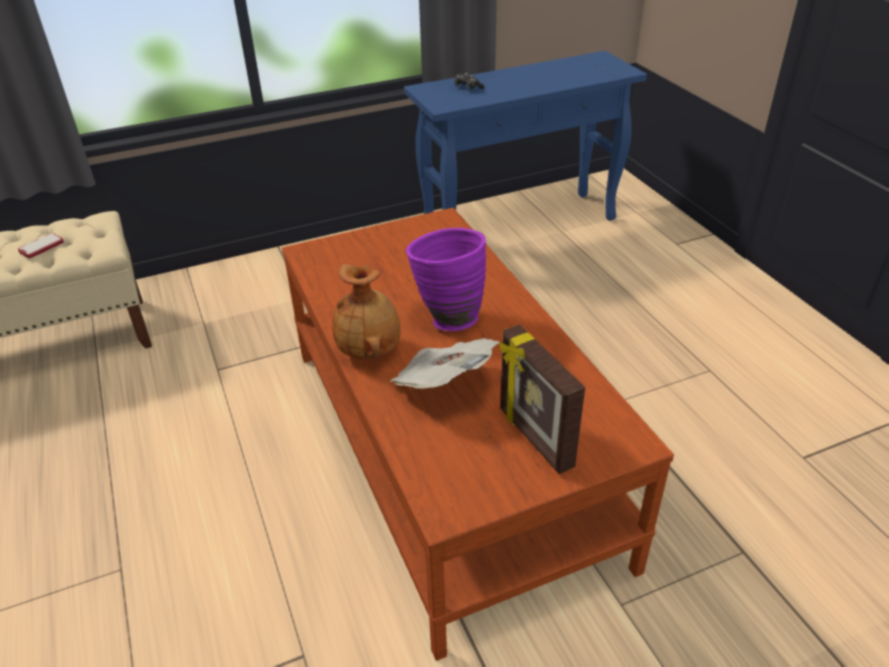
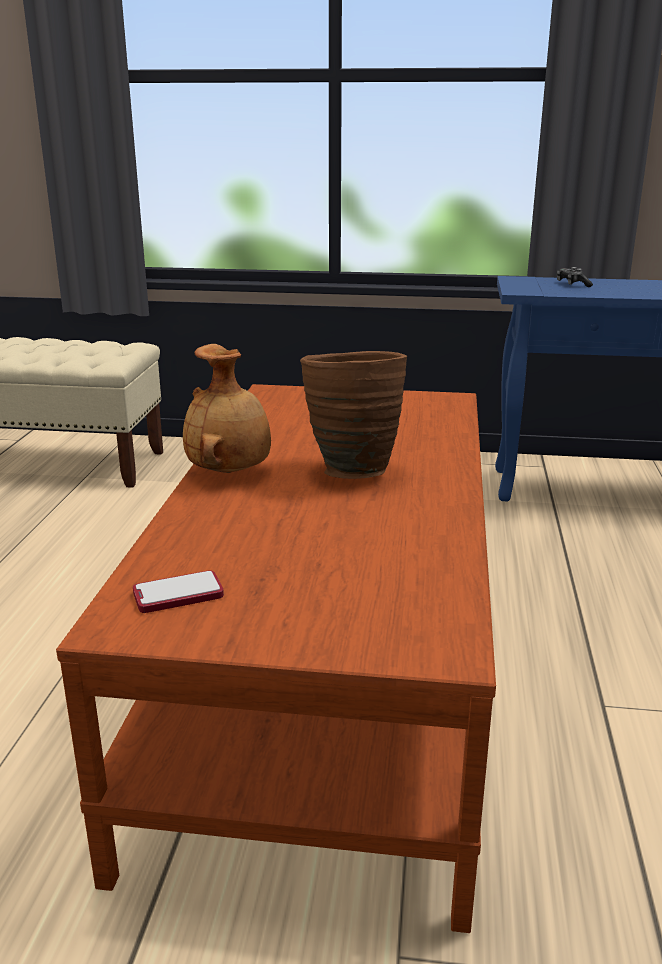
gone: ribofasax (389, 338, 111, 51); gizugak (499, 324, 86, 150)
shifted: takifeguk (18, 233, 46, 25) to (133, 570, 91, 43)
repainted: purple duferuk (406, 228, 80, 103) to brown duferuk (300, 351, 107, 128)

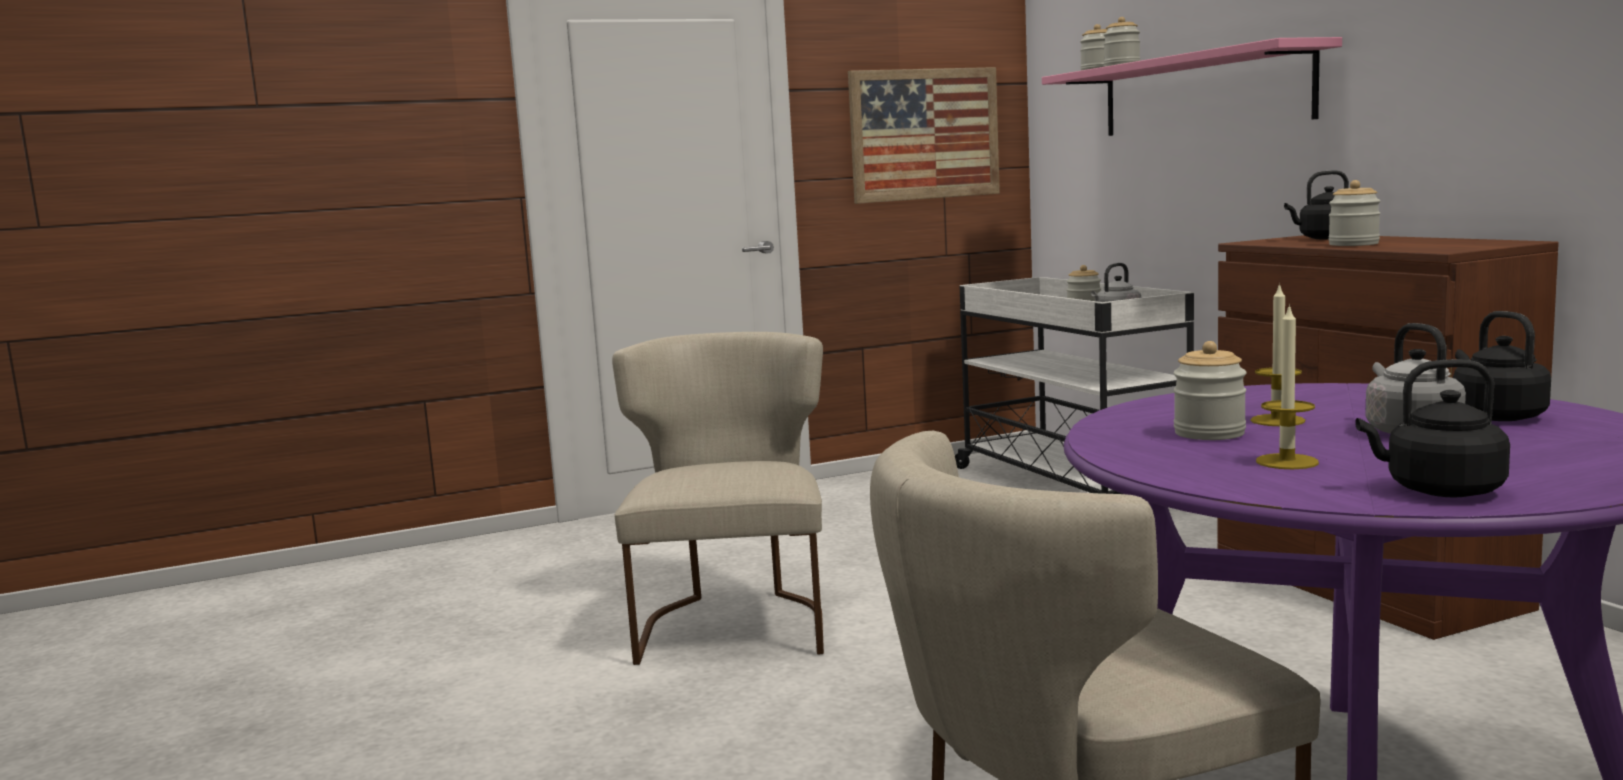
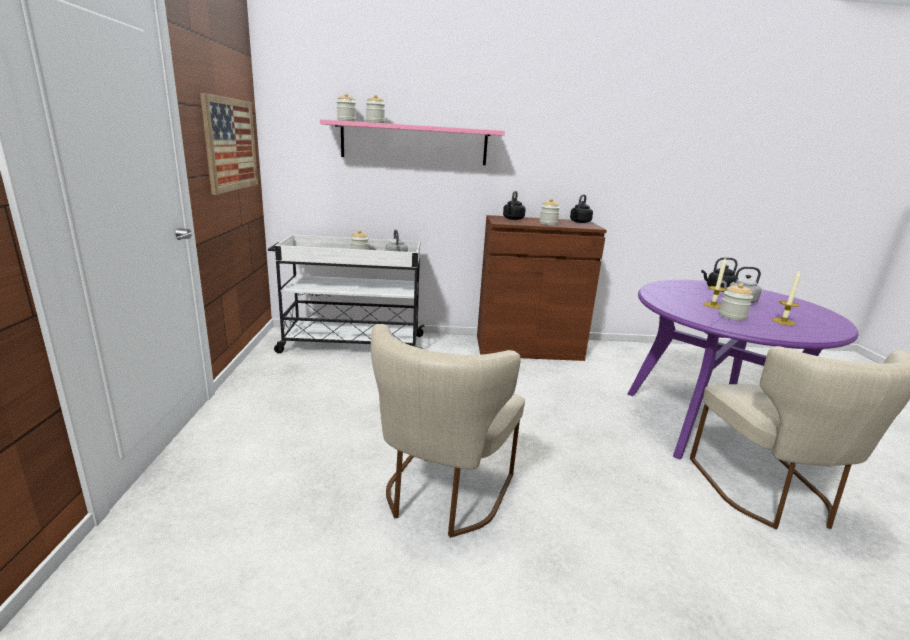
shifted: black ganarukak (1355, 359, 155, 138) to (570, 194, 23, 29)
rotated: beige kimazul (612, 332, 212, 333) = (371, 324, 154, 214) 90 degrees counterclockwise

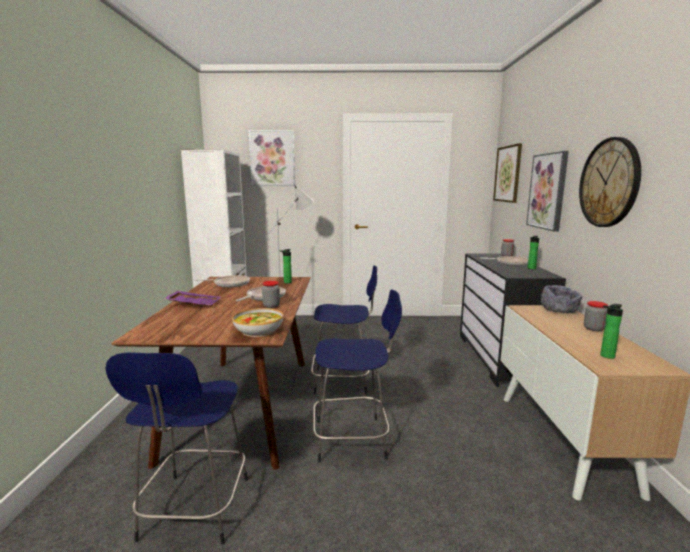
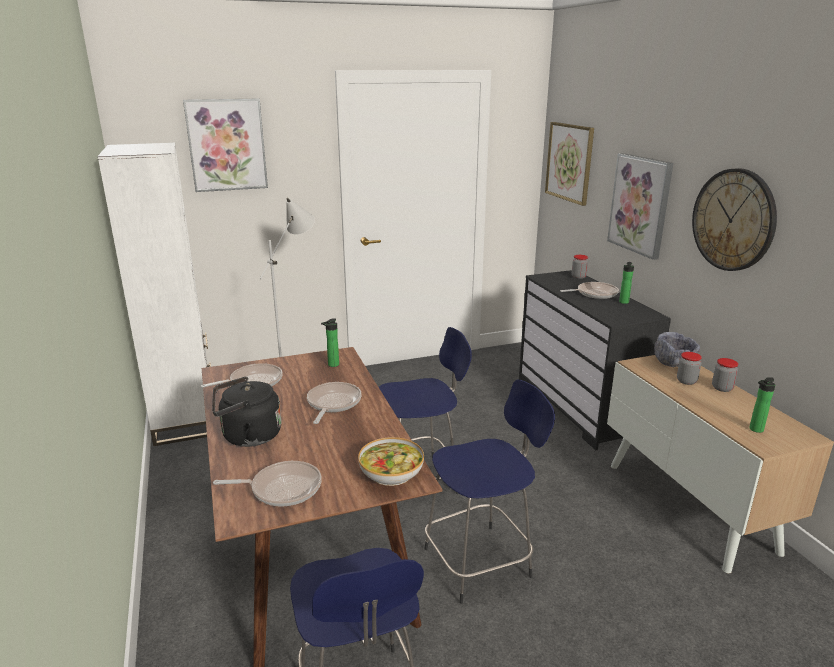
new: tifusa (213, 461, 109, 45)
shifted: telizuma (262, 281, 18, 27) to (677, 352, 25, 33)
swapped: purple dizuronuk (164, 291, 57, 16) to black ganarukak (212, 376, 70, 71)

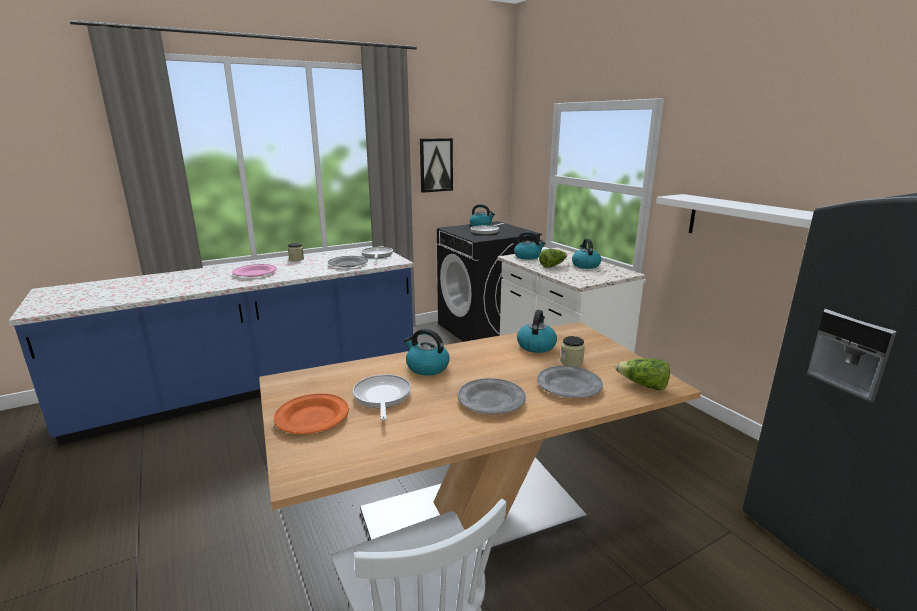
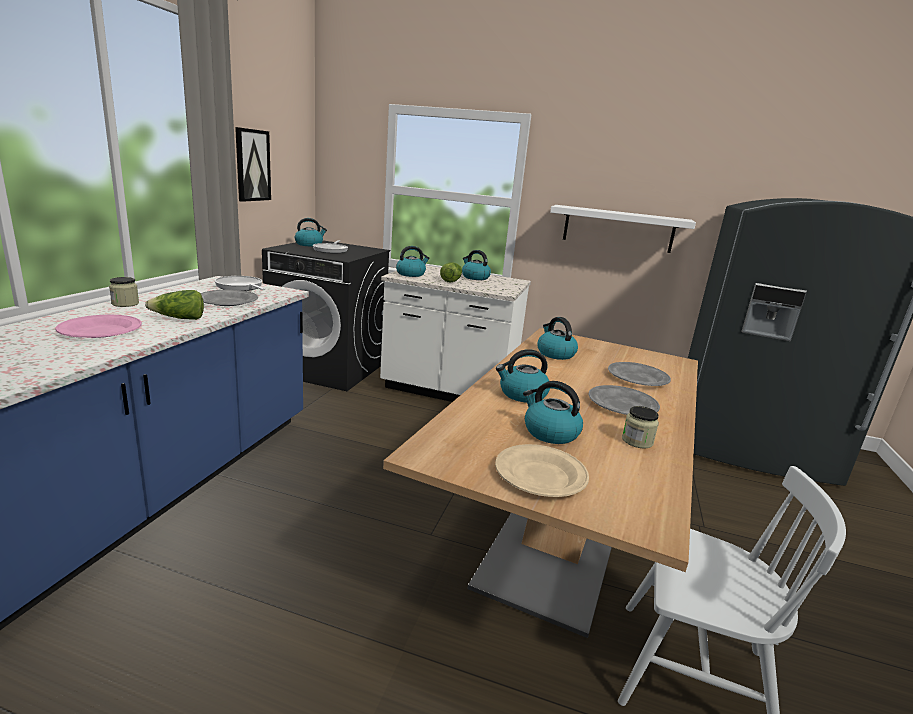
shifted: telizuma (560, 336, 25, 31) to (622, 406, 37, 43); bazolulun (615, 359, 55, 32) to (145, 290, 59, 30)
swapped: tifusa (353, 374, 58, 46) to ganarukak (523, 381, 60, 63)
repainted: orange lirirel (274, 394, 75, 40) to beige lirirel (495, 444, 94, 53)

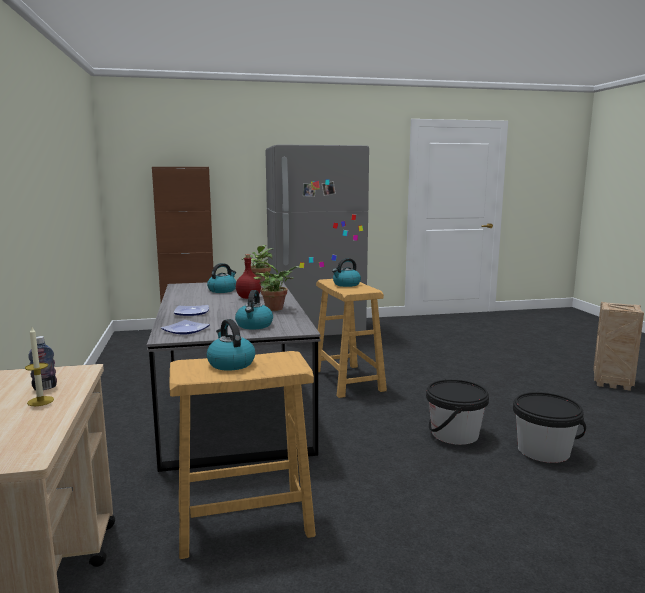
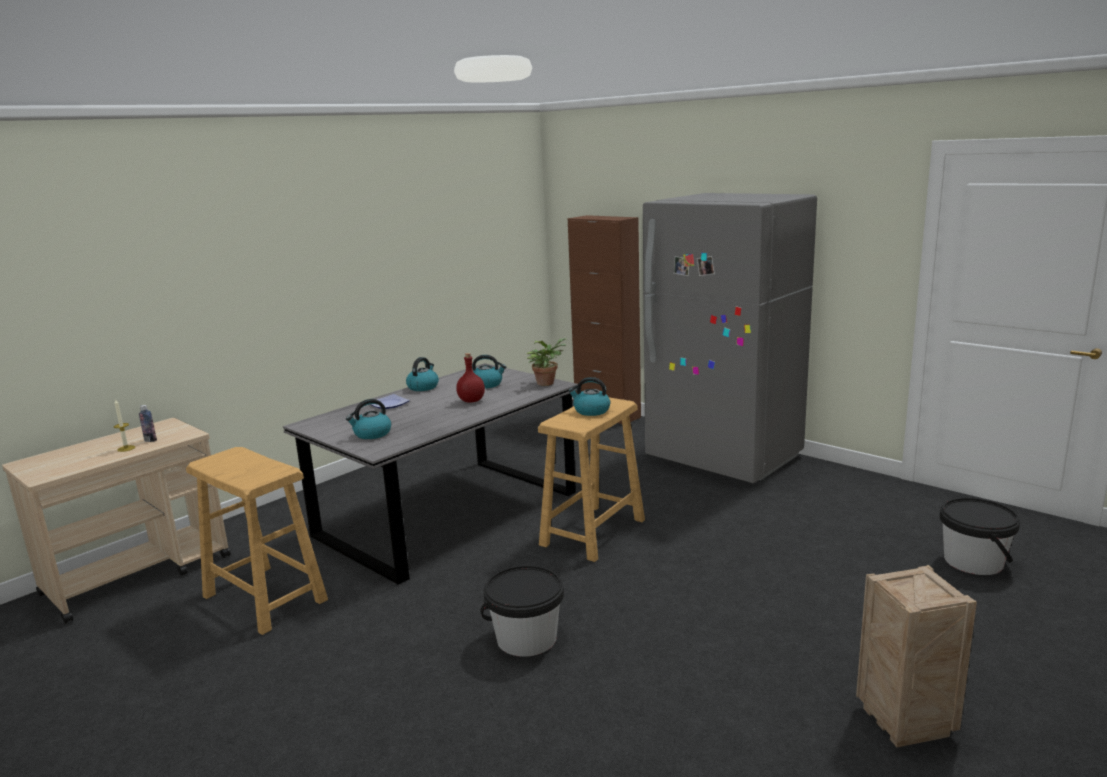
gone: lirirel (161, 320, 49, 15); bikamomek (254, 262, 46, 49)
shifted: ganarukak (206, 319, 49, 52) to (406, 357, 33, 34); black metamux (513, 392, 73, 71) to (939, 498, 81, 77)

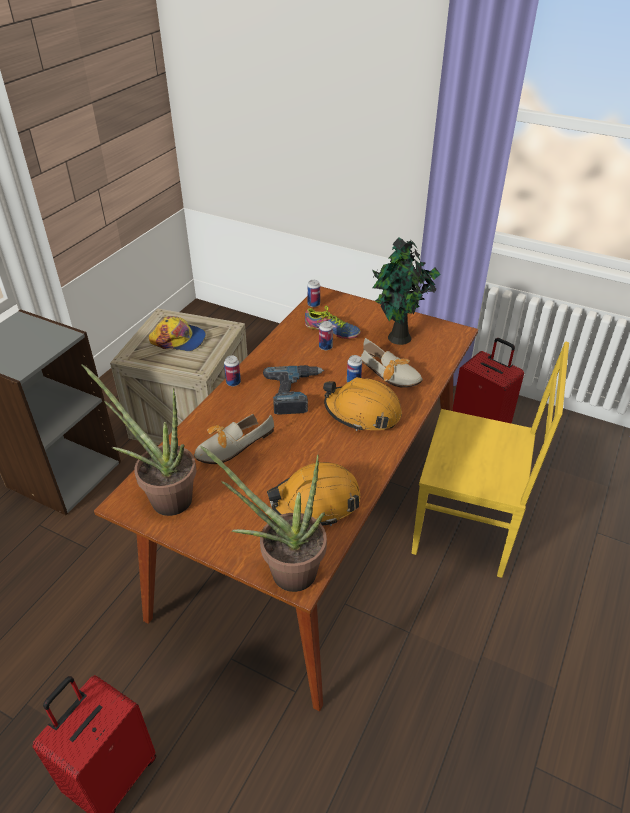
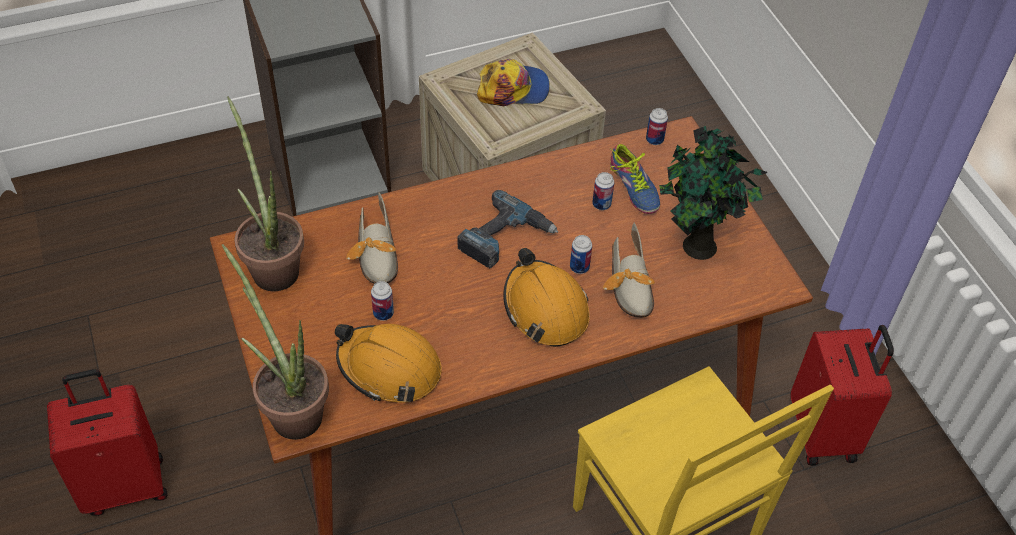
shifted: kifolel (224, 356, 17, 30) to (371, 281, 23, 40)
rotated: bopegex (149, 316, 57, 35) = (477, 59, 73, 47) 60 degrees counterclockwise; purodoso (194, 414, 80, 50) = (346, 192, 52, 92) 105 degrees counterclockwise

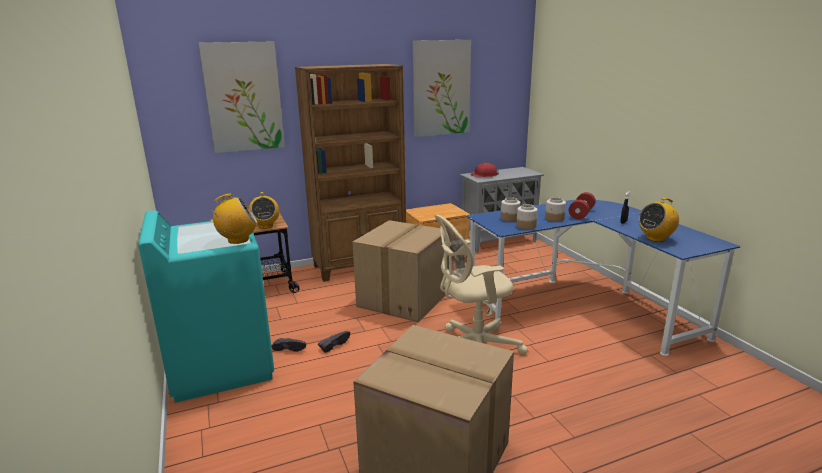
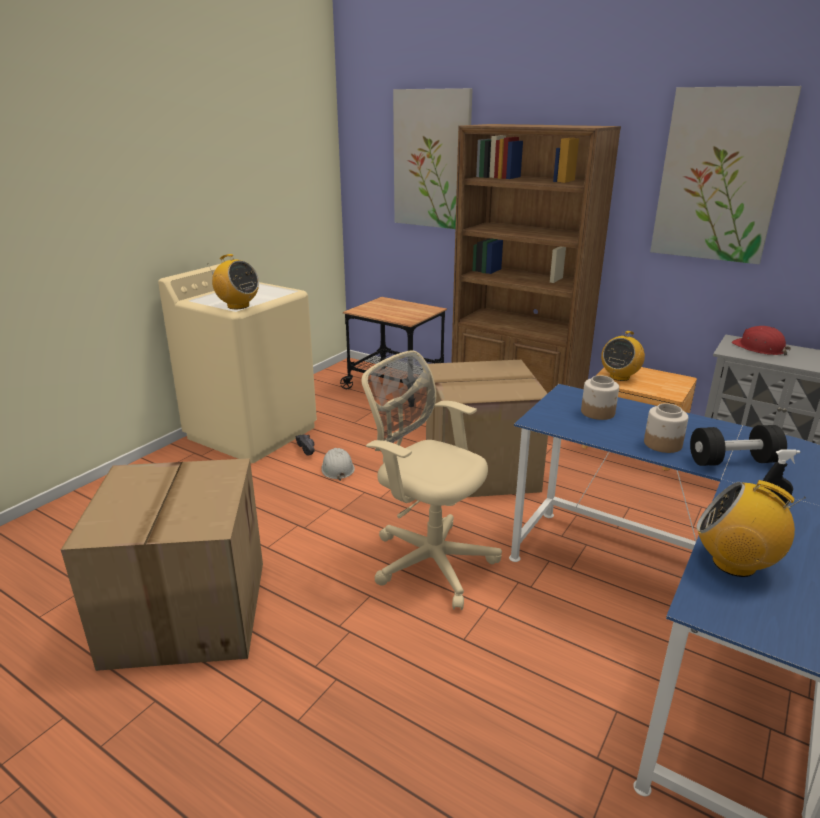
gone: telizuma (516, 204, 22, 26)
shifted: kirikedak (249, 192, 30, 37) to (601, 331, 44, 50)
swapped: black purodoso (318, 331, 32, 22) to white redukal (321, 448, 34, 33)
repainted: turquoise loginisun (138, 210, 136, 193) to beige loginisun (158, 264, 159, 199); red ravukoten (569, 192, 27, 27) to black ravukoten (690, 425, 97, 41)

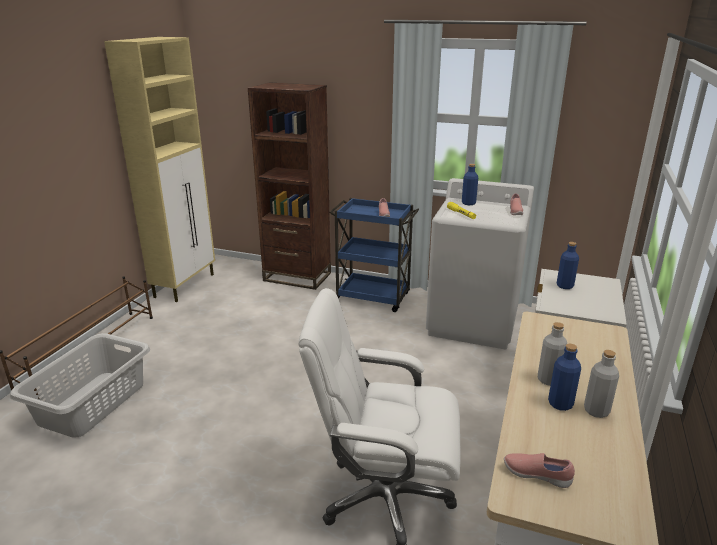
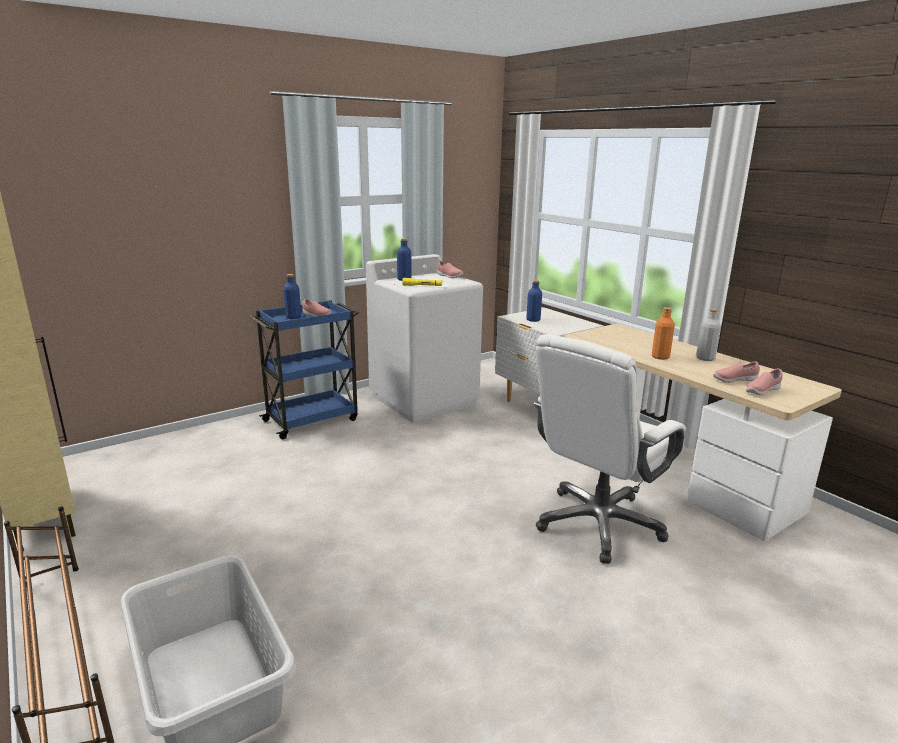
gone: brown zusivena (248, 82, 83, 208)
new: pink purodoso (713, 361, 47, 22)
shifted: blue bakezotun (548, 344, 33, 67) to (283, 274, 18, 45)
repainted: grey bakezotun (538, 322, 29, 64) to orange bakezotun (652, 307, 23, 53)

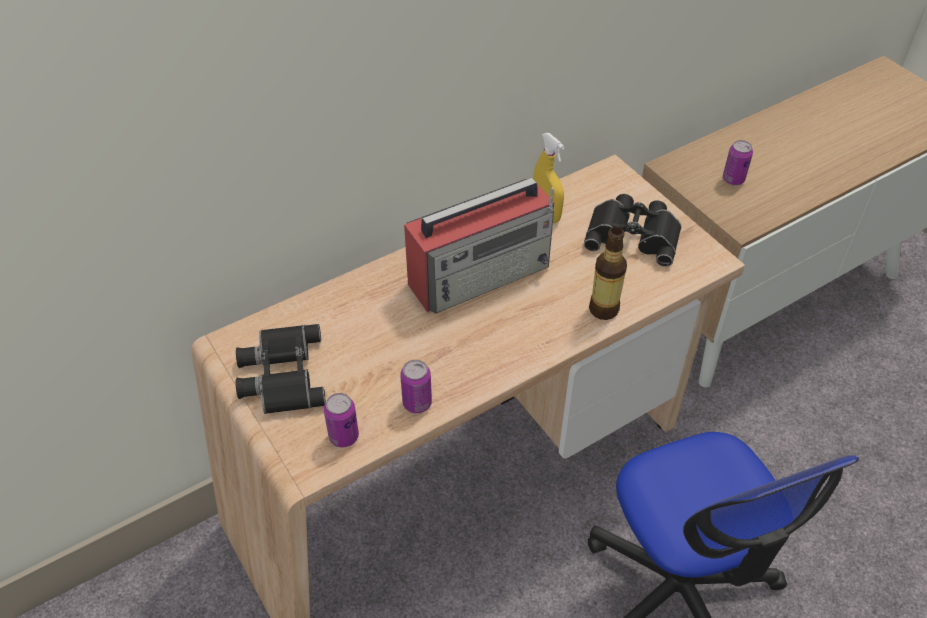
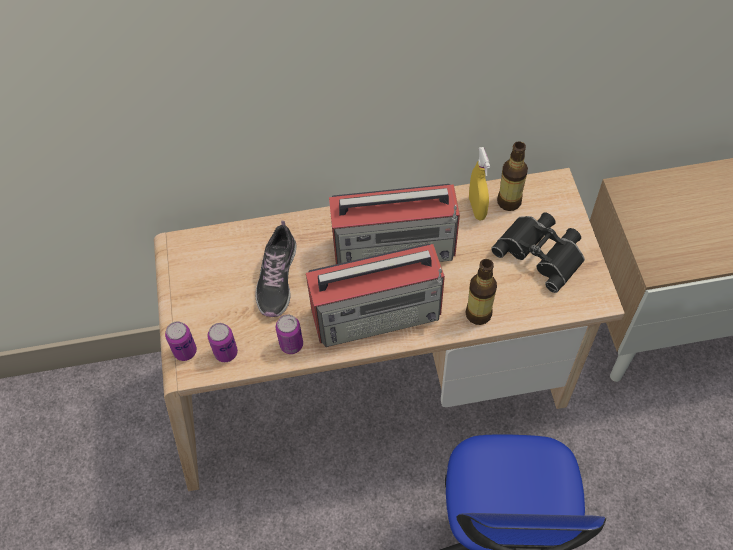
gone: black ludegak (236, 324, 90, 90)
new: purodoso (256, 221, 40, 96); kirikedak (306, 244, 139, 103); bakezotun (497, 141, 31, 70)
shifted: kifolel (723, 140, 30, 45) to (165, 321, 32, 40)

